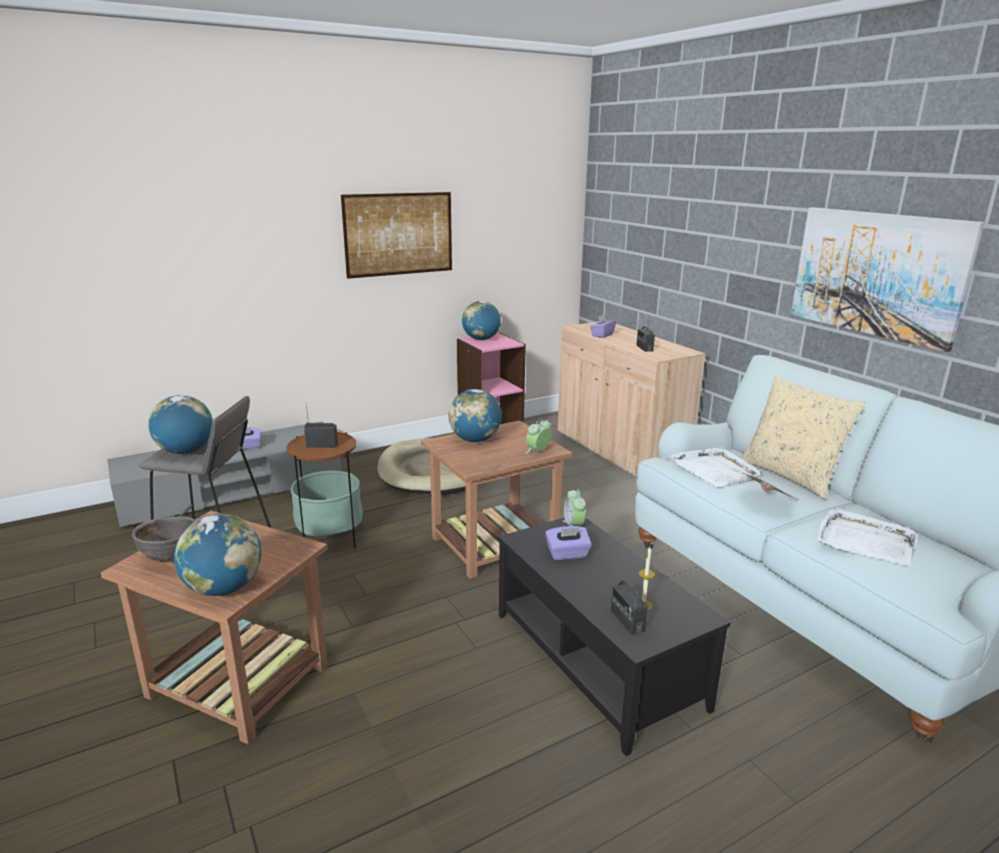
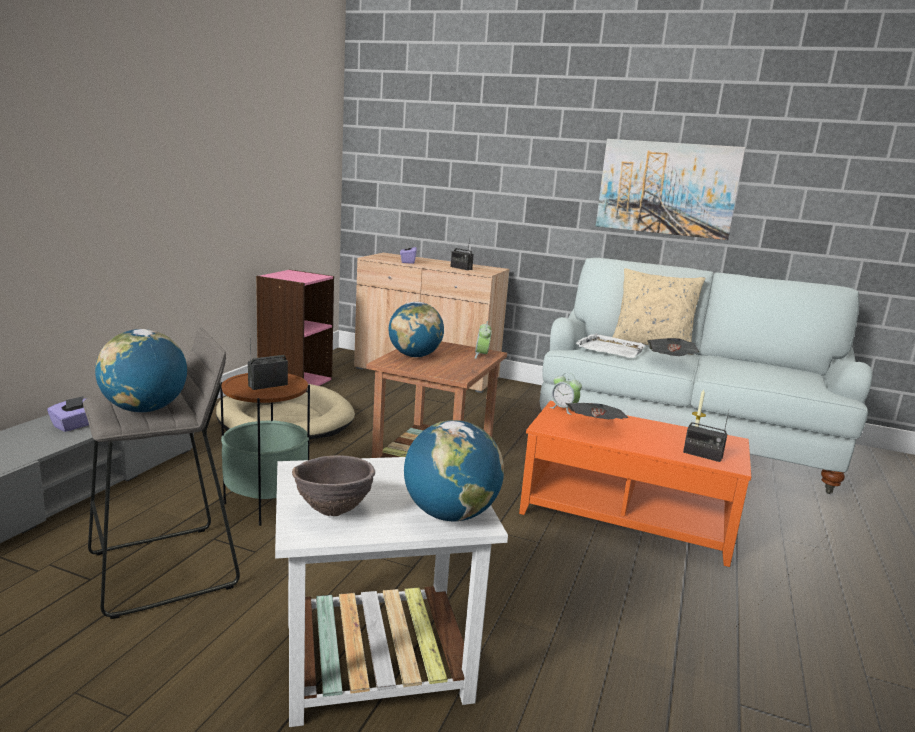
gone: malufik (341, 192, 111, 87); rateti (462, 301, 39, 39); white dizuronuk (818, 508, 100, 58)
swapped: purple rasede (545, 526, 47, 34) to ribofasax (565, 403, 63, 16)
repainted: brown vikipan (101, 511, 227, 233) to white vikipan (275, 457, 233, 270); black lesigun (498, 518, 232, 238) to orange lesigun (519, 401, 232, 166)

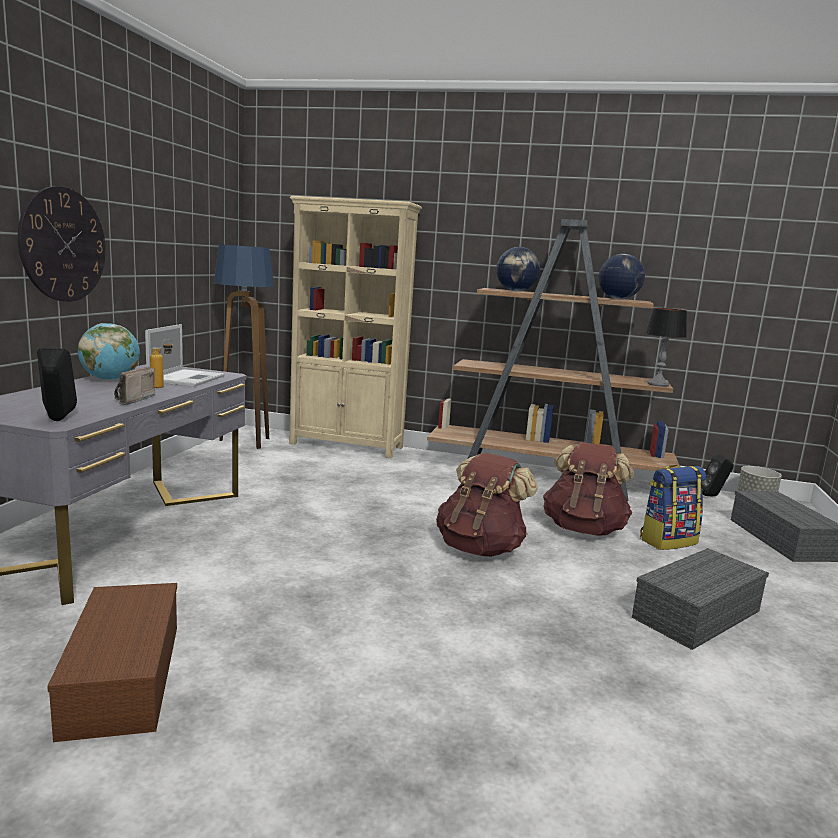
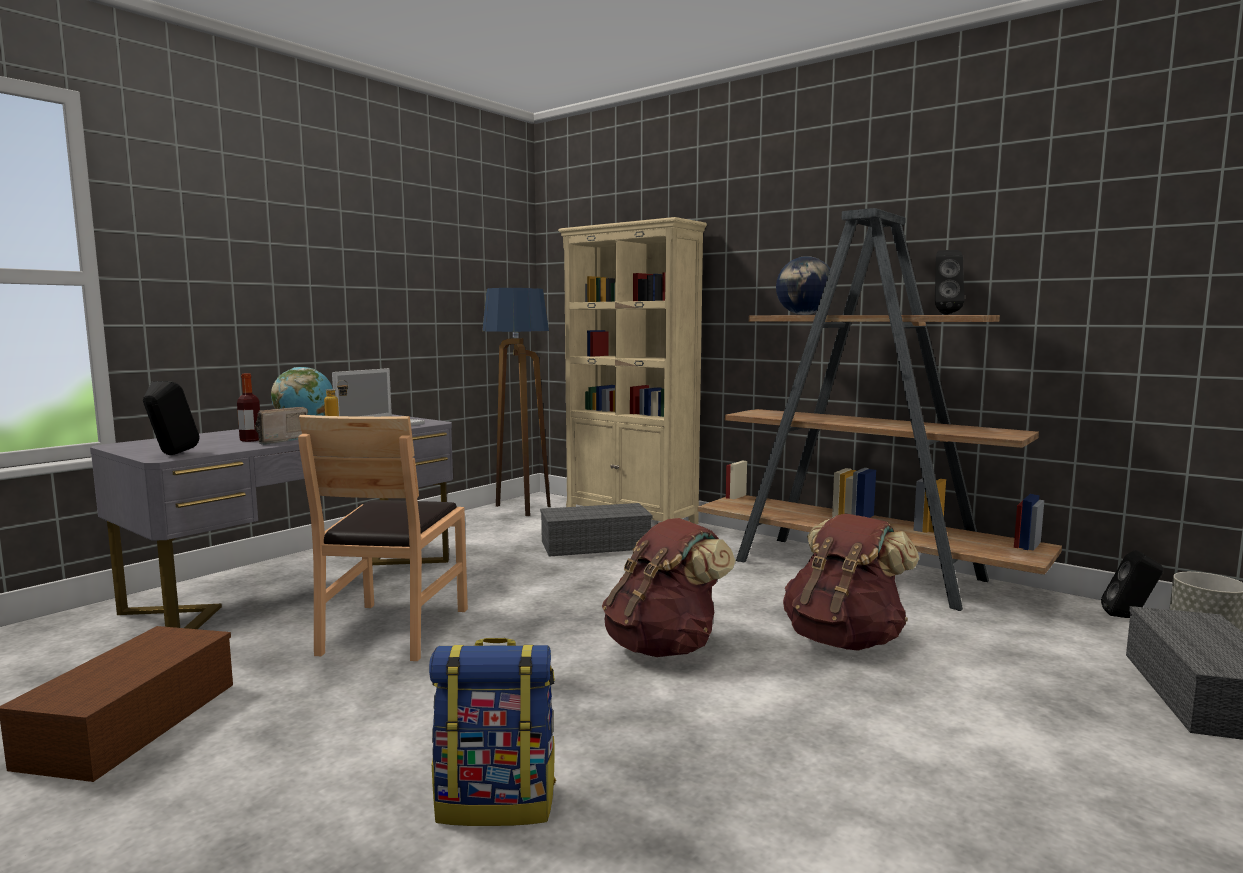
gone: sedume (18, 186, 88, 116); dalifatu (646, 308, 41, 79)
new: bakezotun (237, 373, 23, 69); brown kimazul (298, 415, 170, 246)
shifted: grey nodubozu (632, 548, 137, 102) to (540, 503, 113, 54); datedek (640, 465, 66, 85) to (429, 638, 127, 188)
swapped: rateti (598, 254, 47, 45) to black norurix (935, 250, 29, 65)

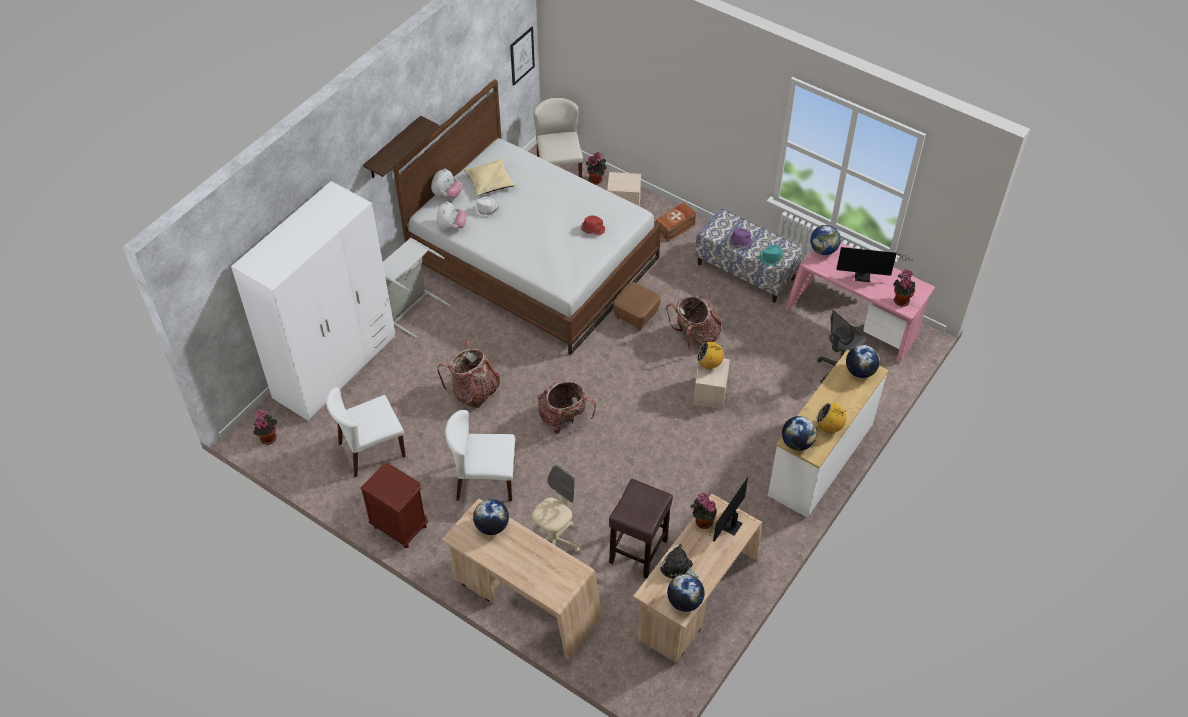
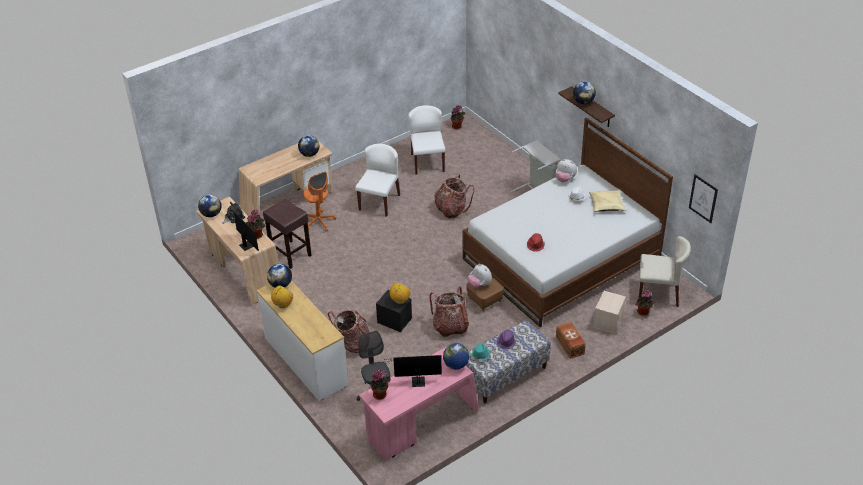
gone: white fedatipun (231, 181, 165, 240); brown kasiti (360, 463, 68, 85)
shifted: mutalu (431, 168, 31, 30) to (467, 264, 25, 24); datedek (538, 379, 58, 55) to (328, 310, 41, 43); rateti (846, 345, 34, 33) to (573, 81, 23, 23)
repainted: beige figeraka (532, 464, 48, 88) to orange figeraka (303, 172, 33, 59); beige nodubozu (693, 358, 37, 51) to black nodubozu (376, 290, 36, 42)
rotated: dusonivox (836, 247, 78, 35) = (381, 355, 61, 32) 60 degrees clockwise

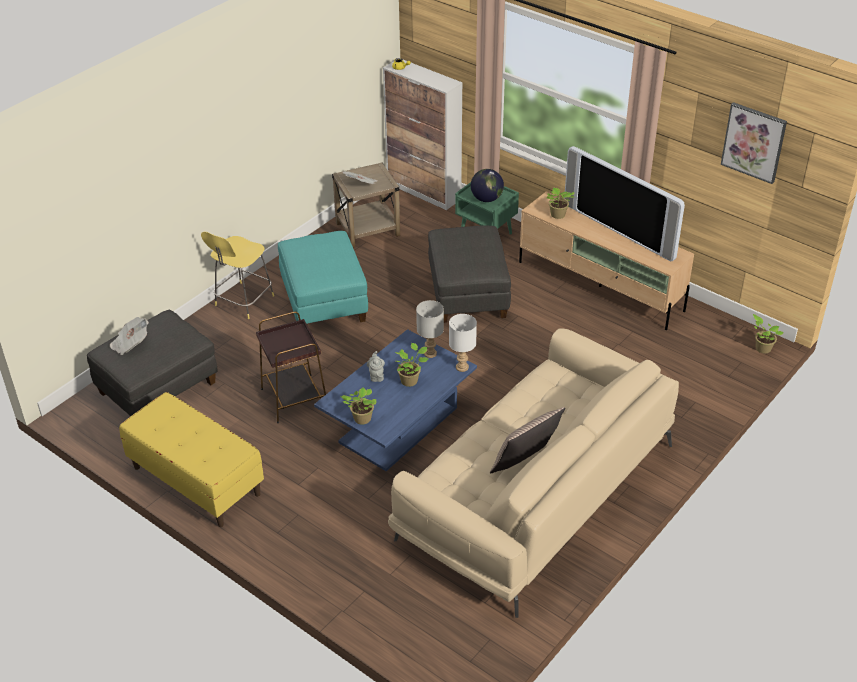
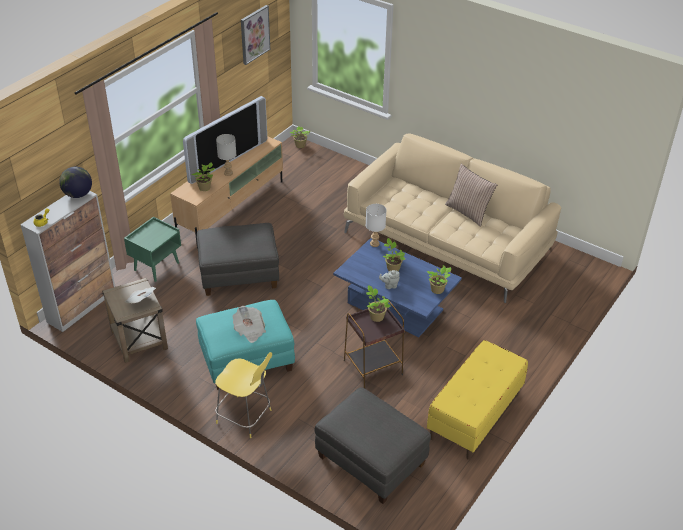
new: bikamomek (366, 285, 25, 37)
shifted: ribofasax (110, 317, 39, 38) to (232, 306, 34, 37); grey dalifatu (416, 300, 28, 58) to (216, 134, 20, 42); rateti (471, 169, 33, 33) to (59, 167, 33, 31)

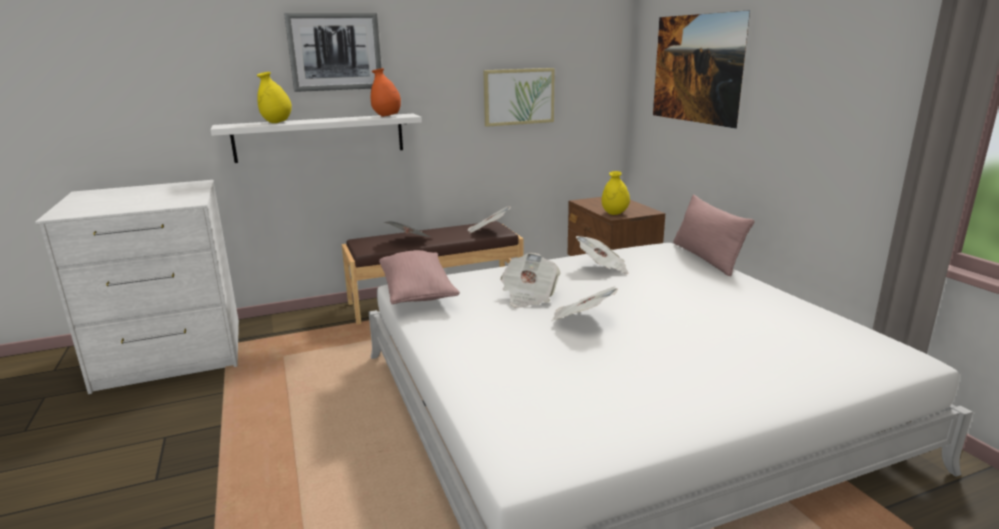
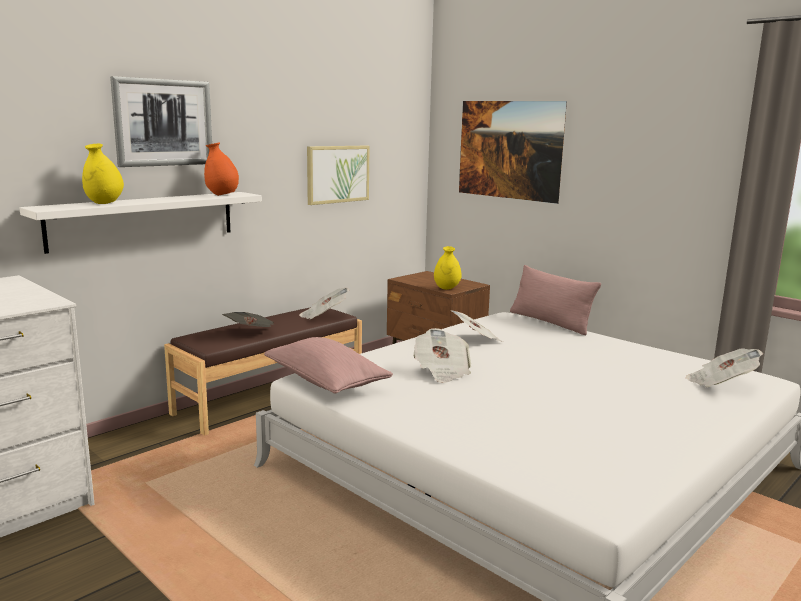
shifted: ribofasax (551, 286, 67, 35) to (686, 348, 77, 39)

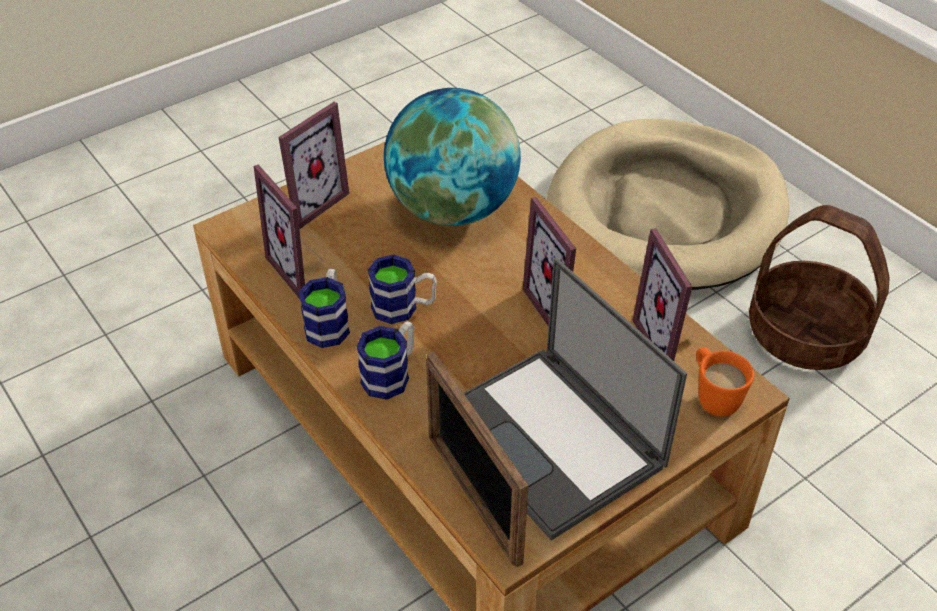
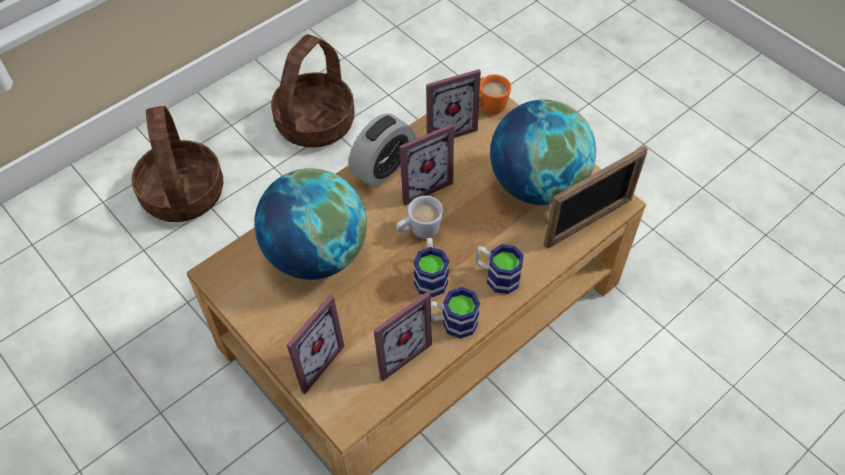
new: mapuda (349, 113, 66, 75); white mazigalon (396, 196, 48, 43)
swapped: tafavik (464, 258, 223, 283) to rateti (490, 99, 106, 106); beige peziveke (547, 119, 242, 171) to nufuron (131, 106, 92, 116)
rotated: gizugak (278, 102, 71, 127) = (287, 295, 57, 99) 90 degrees clockwise

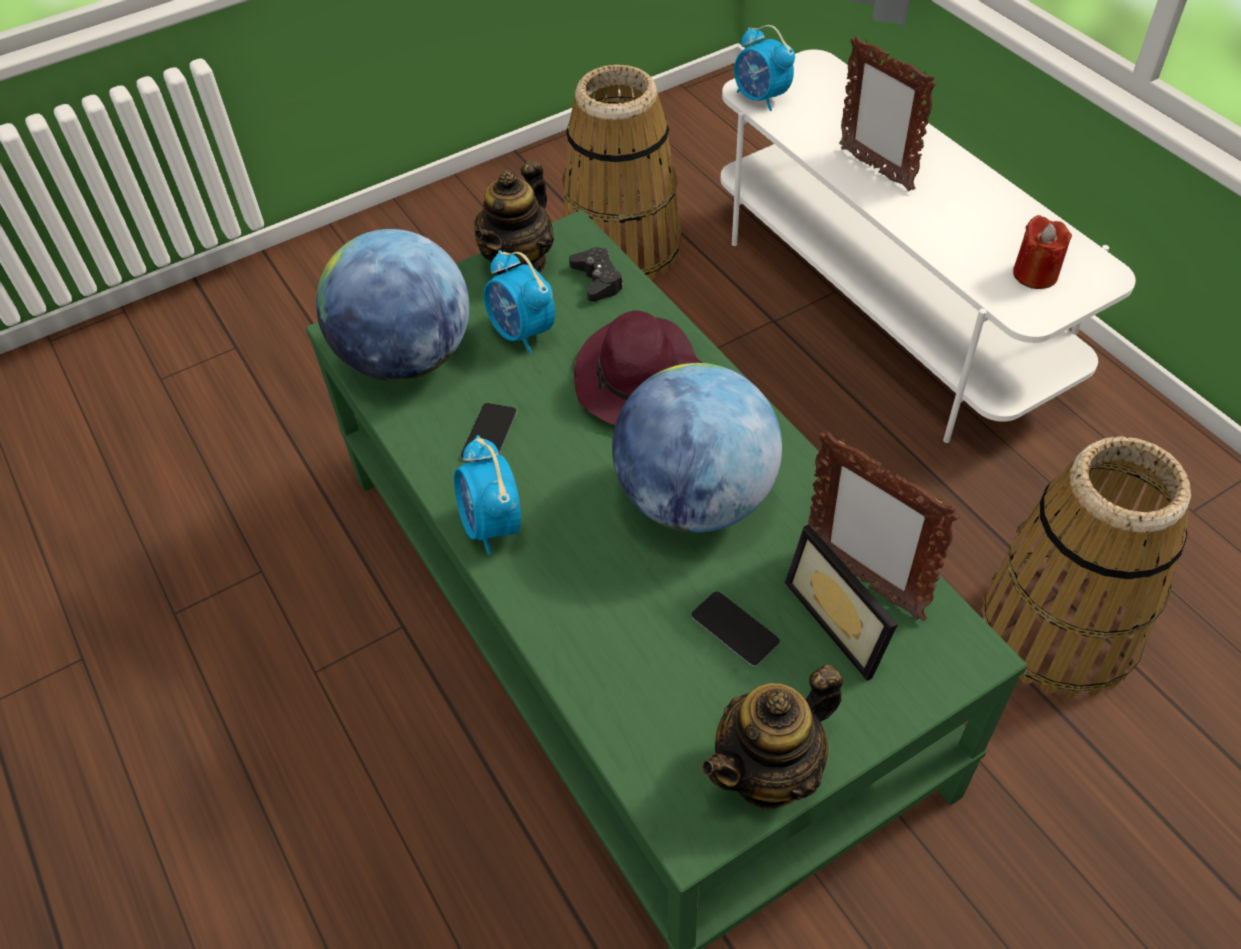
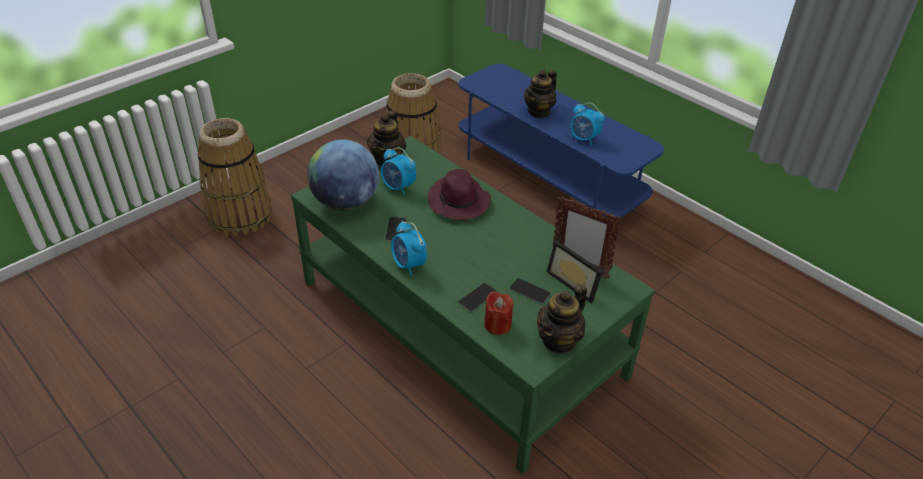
gone: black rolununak (569, 247, 55, 55); rateti (612, 363, 170, 169)
new: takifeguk (458, 283, 39, 29)
shifted: mapuda (734, 25, 61, 86) to (570, 103, 35, 43); nufuron (981, 436, 210, 262) to (198, 118, 74, 118); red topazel (1013, 215, 59, 74) to (484, 291, 29, 44)
swapped: gizugak (839, 36, 98, 155) to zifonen (524, 70, 33, 48)
repainted: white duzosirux (721, 50, 415, 393) to blue duzosirux (459, 64, 205, 154)

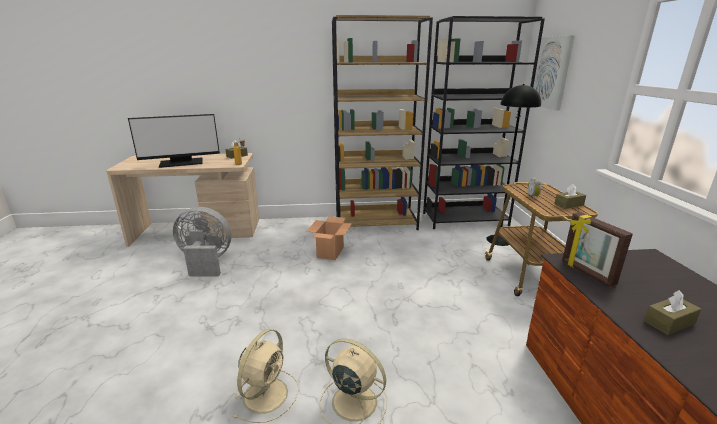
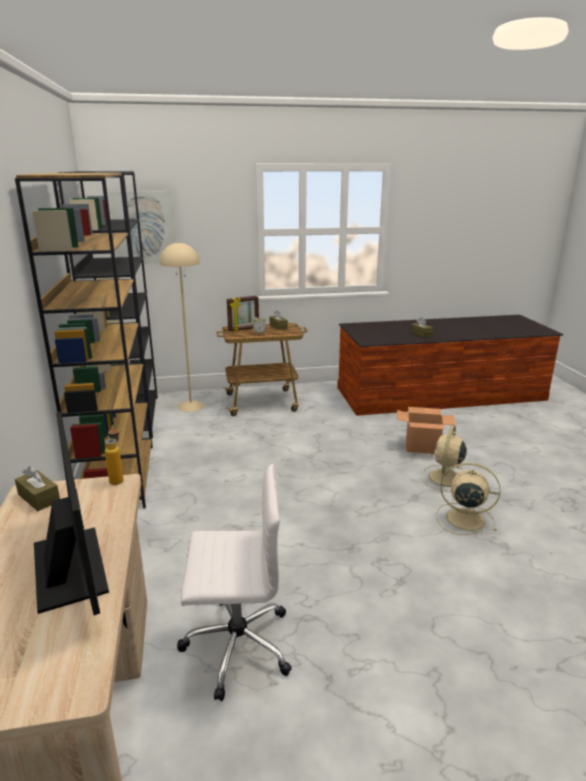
shifted: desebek (307, 216, 45, 44) to (397, 407, 59, 47); gizugak (562, 212, 71, 75) to (227, 296, 32, 35)
swapped: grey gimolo (173, 207, 58, 70) to white figeraka (177, 464, 115, 238)
repainted: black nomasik (486, 84, 55, 162) to beige nomasik (160, 242, 44, 170)

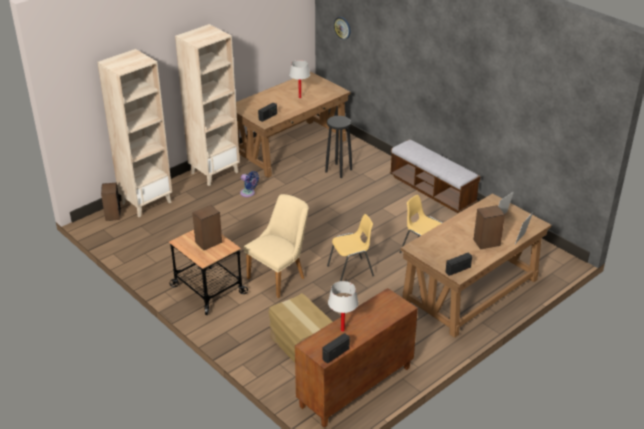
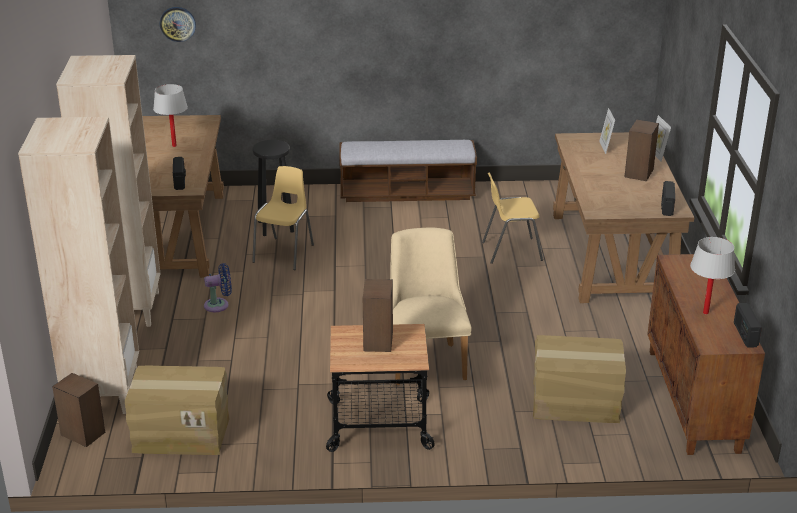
new: desebek (125, 366, 104, 89)
shifted: yellow kimazul (327, 214, 47, 67) to (252, 166, 62, 104)

